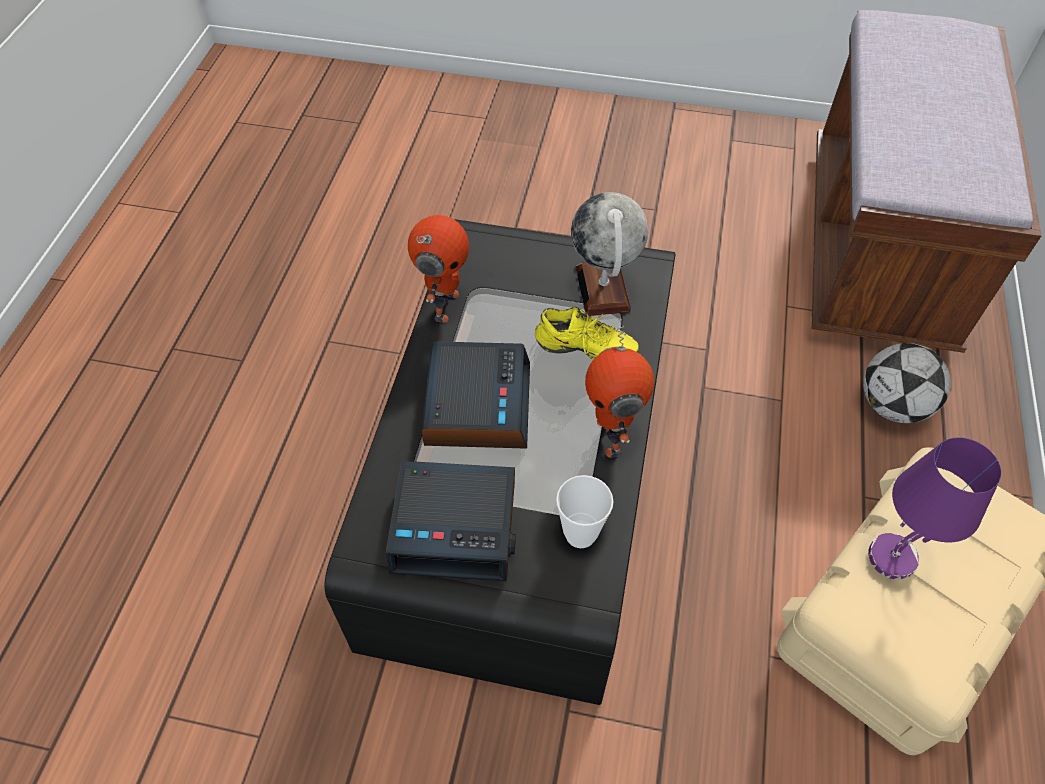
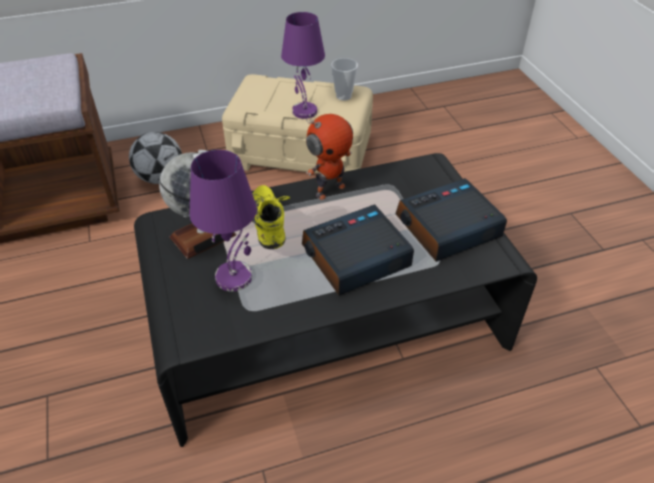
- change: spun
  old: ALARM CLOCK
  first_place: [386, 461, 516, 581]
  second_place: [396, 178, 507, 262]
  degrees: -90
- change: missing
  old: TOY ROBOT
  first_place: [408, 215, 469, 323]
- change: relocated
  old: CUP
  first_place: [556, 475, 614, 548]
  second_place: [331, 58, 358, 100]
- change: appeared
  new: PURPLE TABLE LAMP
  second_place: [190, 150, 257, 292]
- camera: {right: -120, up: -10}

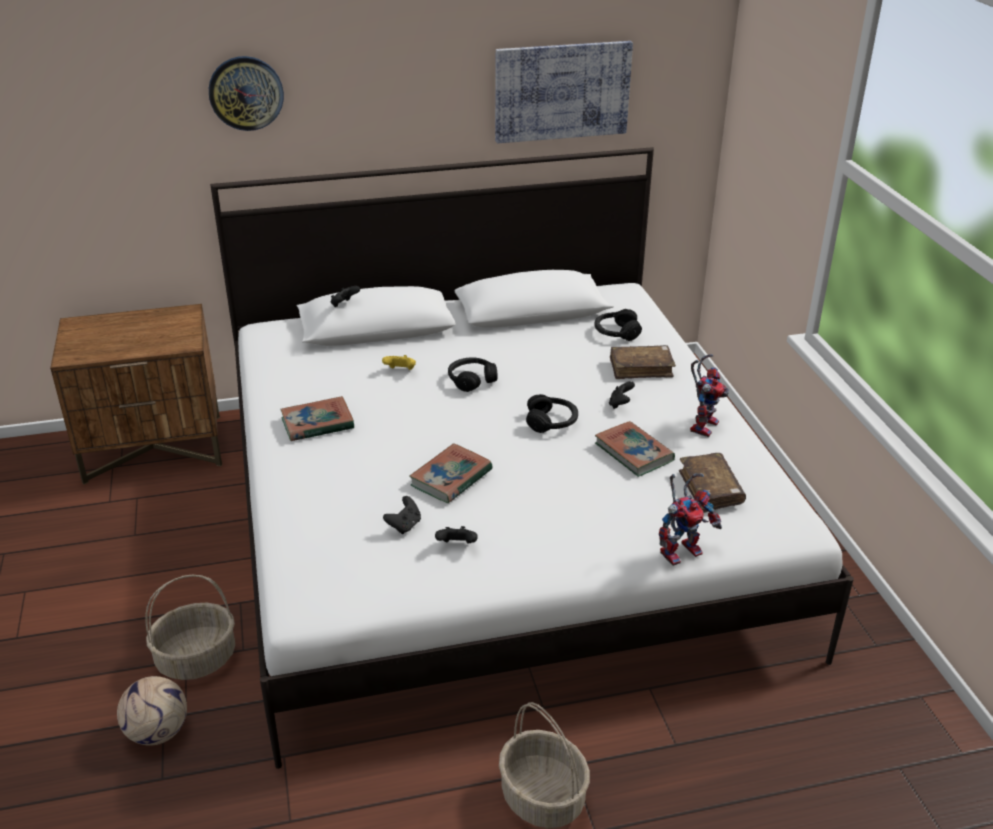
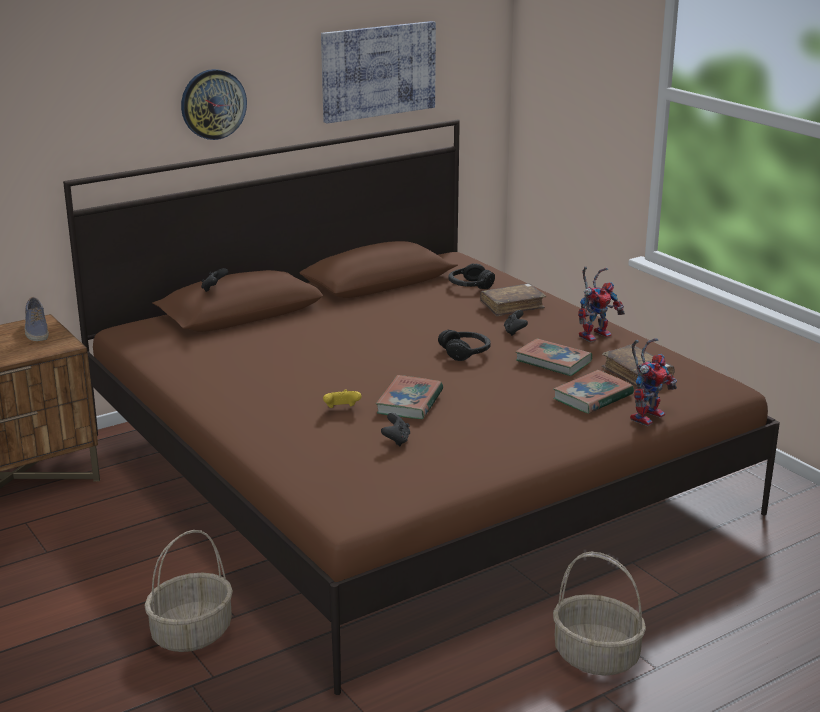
- change: missing
  old: FOOTBALL
  first_place: [117, 676, 187, 746]
- change: relocated
  old: WALL CLOCK
  first_place: [209, 56, 284, 131]
  second_place: [181, 69, 247, 140]
- change: colour
  old: WHITE BED
  new: BROWN BED
  first_place: [210, 147, 854, 769]
  second_place: [63, 119, 780, 695]
- change: relocated
  old: BOOK
  first_place: [280, 396, 354, 441]
  second_place: [553, 370, 634, 414]
- change: relocated
  old: YELLOW GAME CONTROLLER
  first_place: [382, 355, 416, 370]
  second_place: [323, 390, 361, 408]
- change: missing
  old: BLACK GAME CONTROLLER
  first_place: [435, 526, 478, 544]
- change: missing
  old: BLACK HEADPHONES
  first_place: [448, 357, 498, 392]
- change: spun
  old: TOY ROBOT
  first_place: [690, 354, 729, 437]
  second_place: [578, 267, 625, 342]
  degrees: 45
- change: appeared
  new: SHOE
  second_place: [25, 297, 49, 341]
- camera: {right: -20, up: -10}

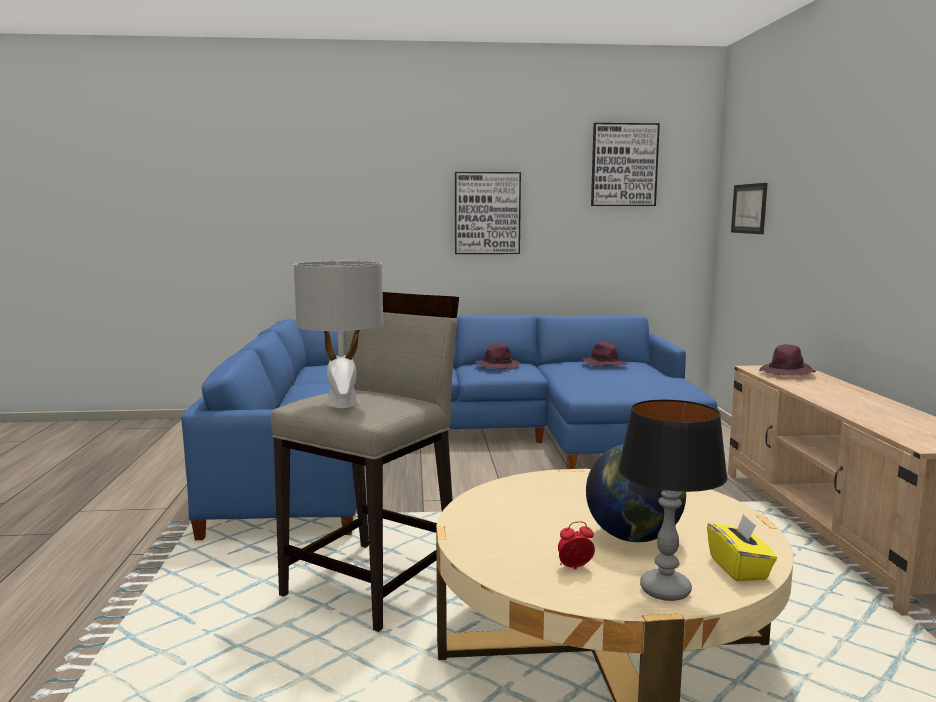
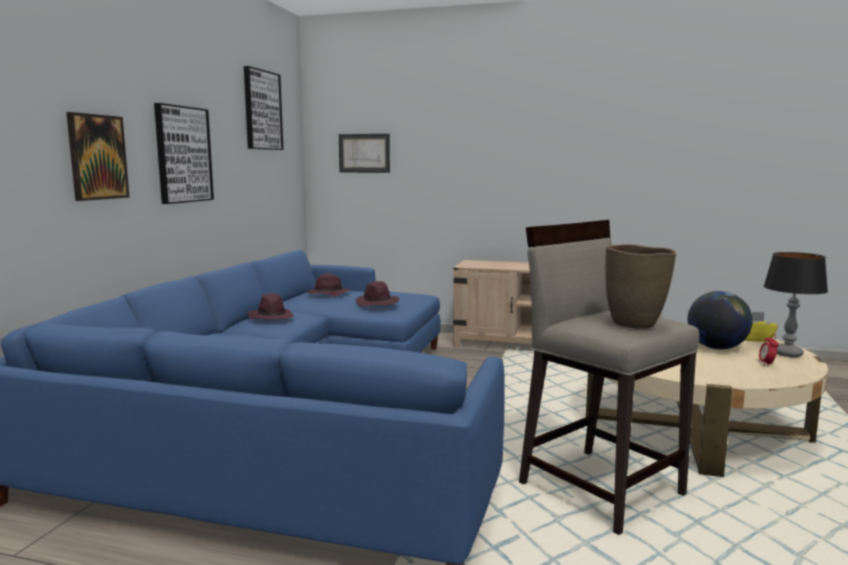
- change: exchanged
  old: GREY TABLE LAMP
  new: BROWN VASE
  first_place: [294, 261, 383, 408]
  second_place: [605, 244, 676, 329]
- change: relocated
  old: PURPLE HAT
  first_place: [759, 344, 816, 376]
  second_place: [355, 281, 399, 307]
- change: appeared
  new: PICTURE
  second_place: [66, 112, 129, 201]
- camera: {right: -70, up: 0}

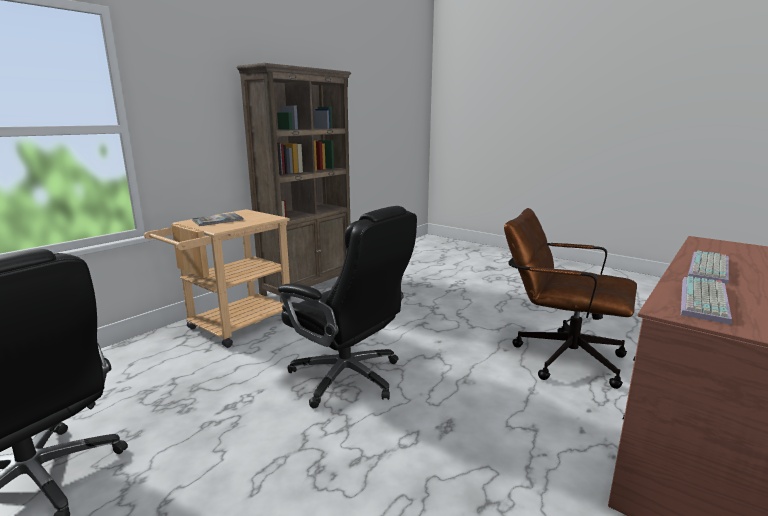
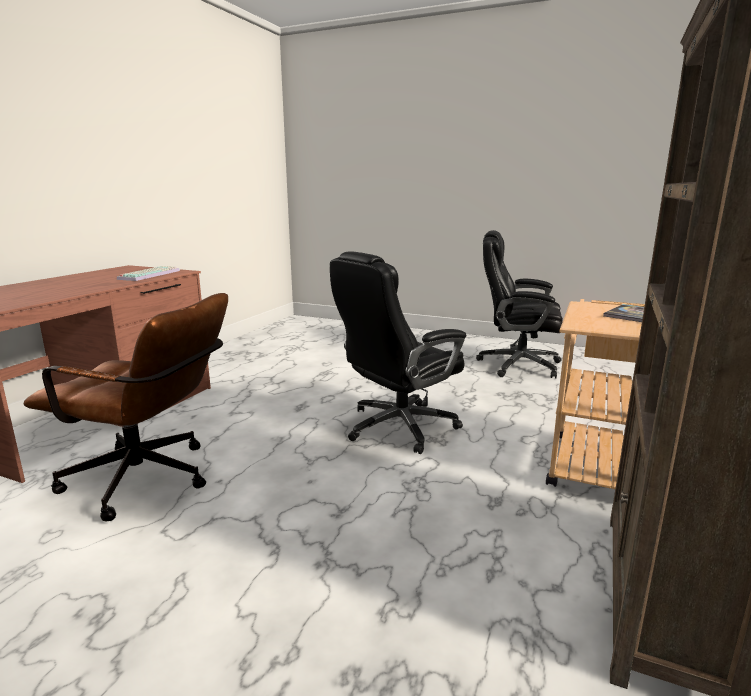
- change: spun
  old: BLACK OFFICE CHAIR
  first_place: [278, 206, 417, 408]
  second_place: [330, 251, 466, 454]
  degrees: -60
- change: missing
  old: KEYBOARD
  first_place: [687, 251, 729, 285]
- camera: {right: 165, up: 0}

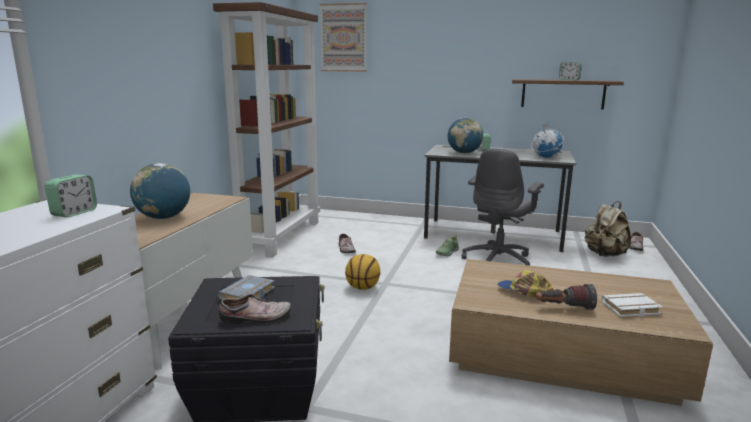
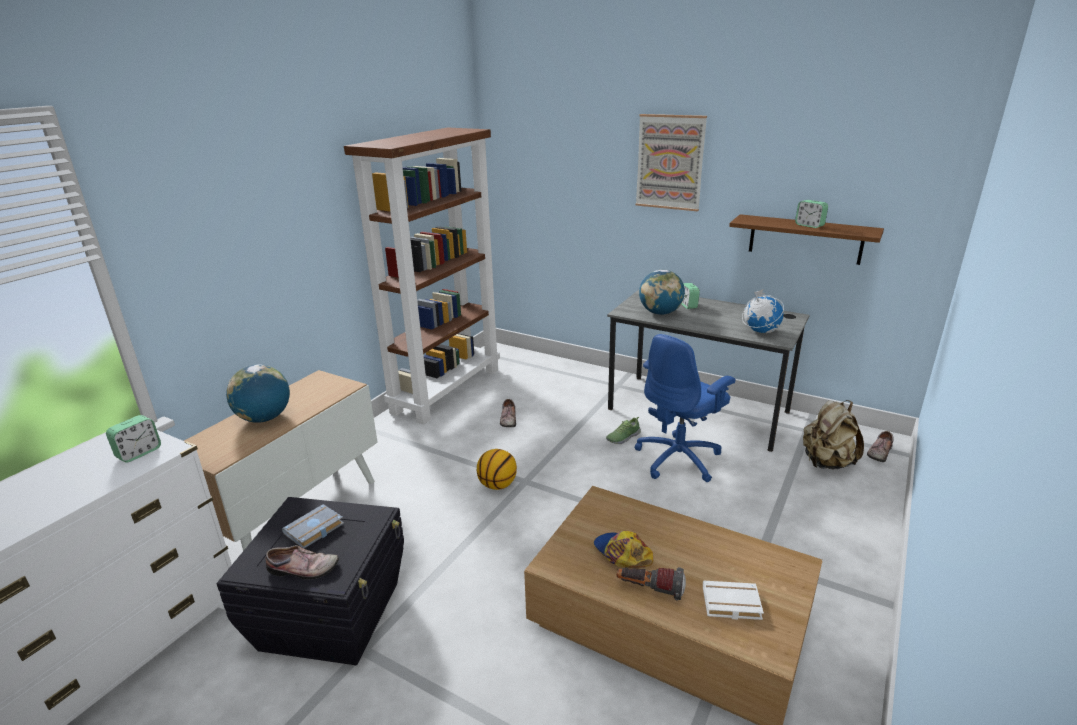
- change: relocated
  old: PICTURE
  first_place: [320, 3, 367, 72]
  second_place: [636, 114, 707, 211]
- change: colour
  old: GREY OFFICE CHAIR
  new: BLUE OFFICE CHAIR
  first_place: [462, 148, 544, 266]
  second_place: [635, 334, 735, 482]
- camera: {right: 15, up: 10}

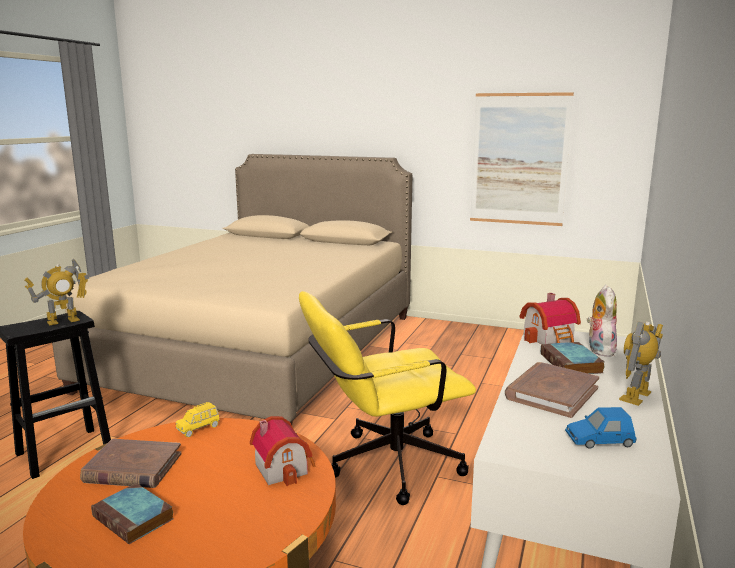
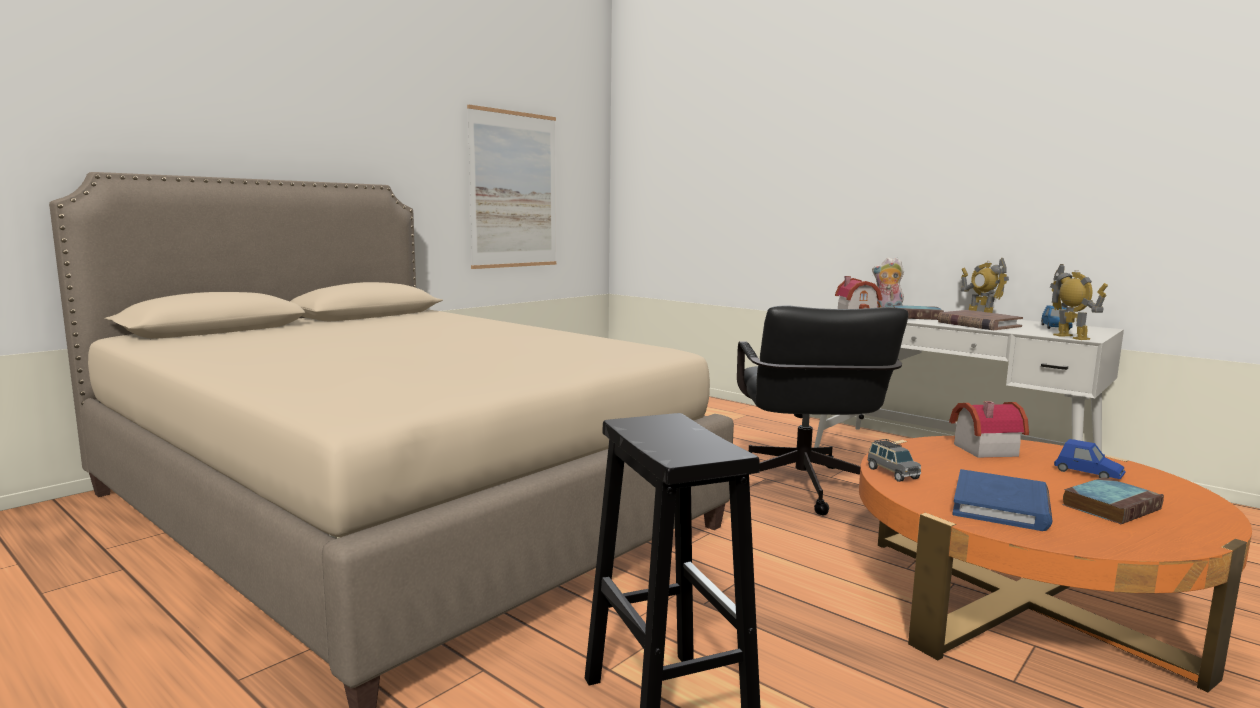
- change: relocated
  old: TOY ROBOT
  first_place: [25, 258, 89, 325]
  second_place: [1050, 264, 1108, 340]
- change: colour
  old: BROWN BOOK
  new: BLUE BOOK
  first_place: [80, 439, 181, 488]
  second_place: [952, 469, 1052, 531]
- change: colour
  old: YELLOW TOY CAR
  new: GREY TOY CAR
  first_place: [176, 402, 220, 437]
  second_place: [867, 439, 921, 482]
- change: colour
  old: YELLOW OFFICE CHAIR
  new: BLACK OFFICE CHAIR
  first_place: [299, 291, 476, 505]
  second_place: [737, 305, 908, 515]
- change: appeared
  new: BLUE TOY CAR
  second_place: [1054, 439, 1126, 479]
- camera: {right: -70, up: -5}

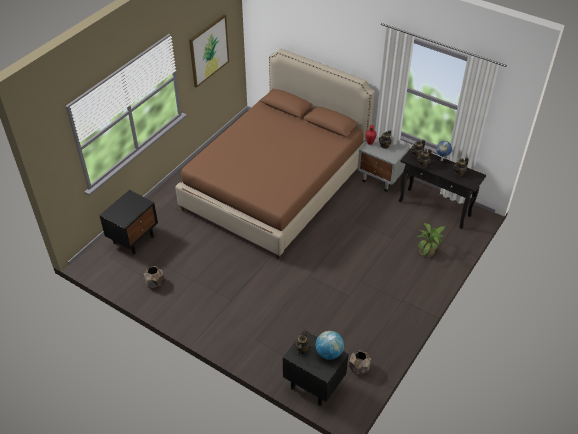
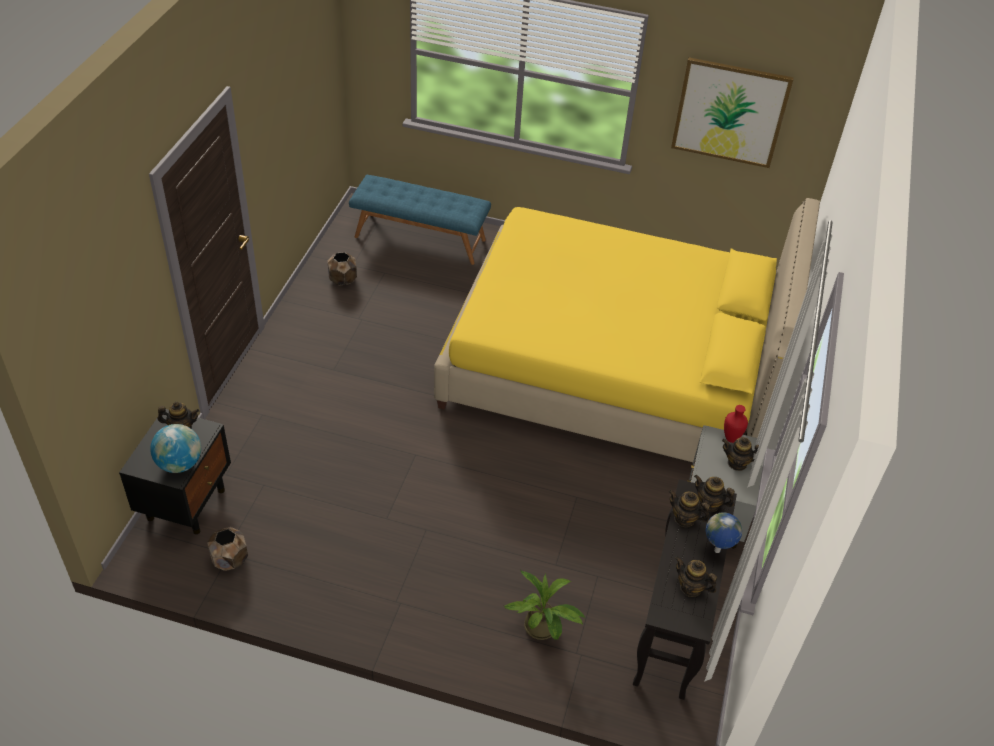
- change: exchanged
  old: BLACK NIGHTSTAND
  new: BLUE BENCH
  first_place: [99, 190, 158, 255]
  second_place: [349, 175, 491, 265]
- change: colour
  old: BROWN BED
  new: YELLOW BED
  first_place: [175, 49, 375, 260]
  second_place: [434, 198, 820, 462]
- camera: {right: 70, up: 0}

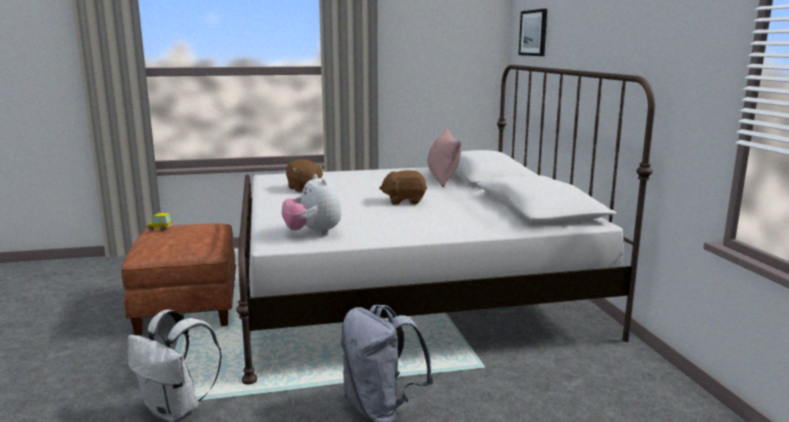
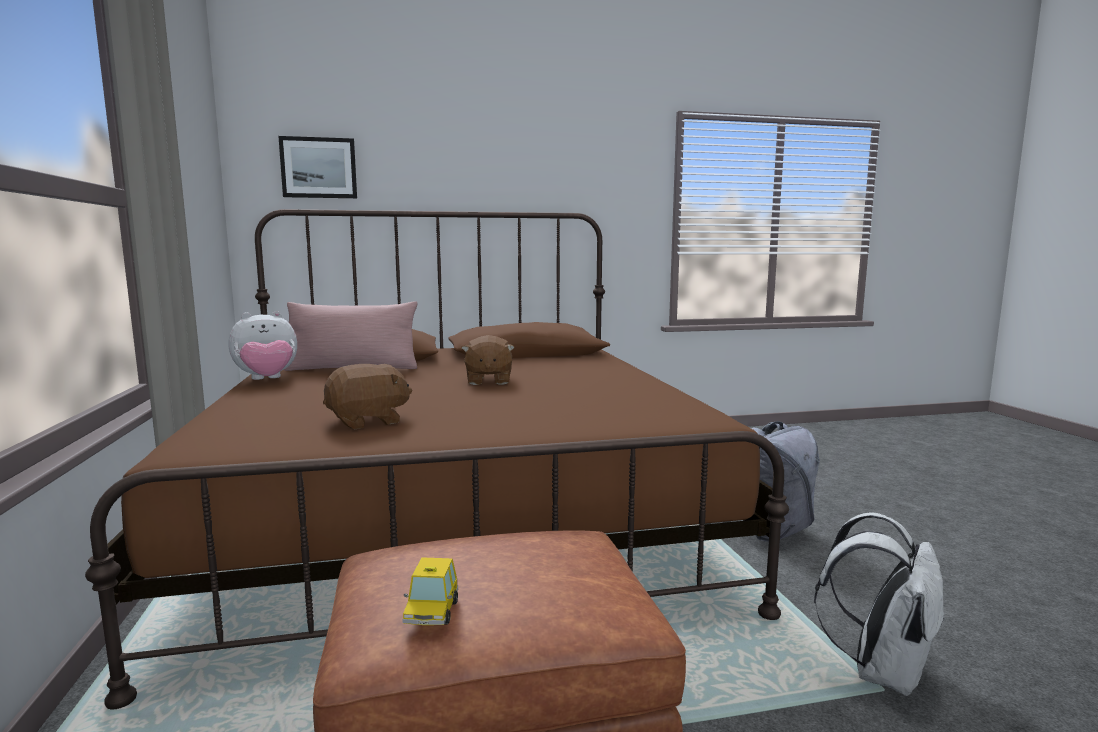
- change: colour
  old: WHITE BED
  new: BROWN BED
  first_place: [236, 65, 655, 385]
  second_place: [85, 209, 789, 709]
- change: relocated
  old: PLUSH TOY
  first_place: [282, 174, 341, 235]
  second_place: [228, 311, 297, 380]
- camera: {right: -90, up: -5}

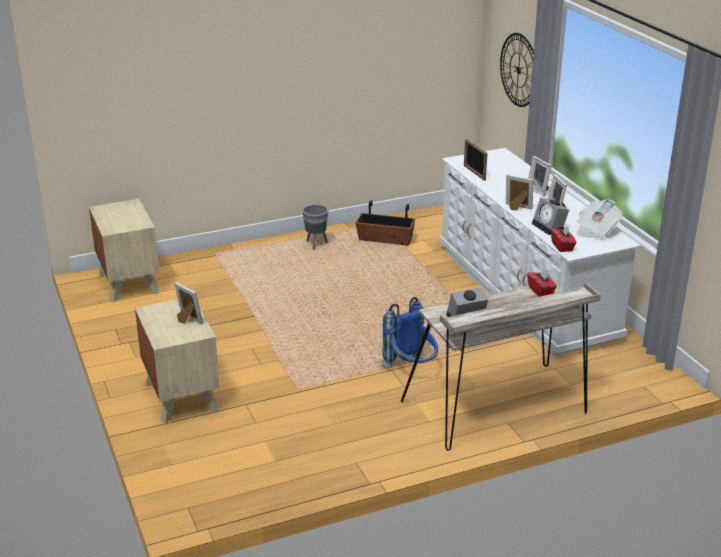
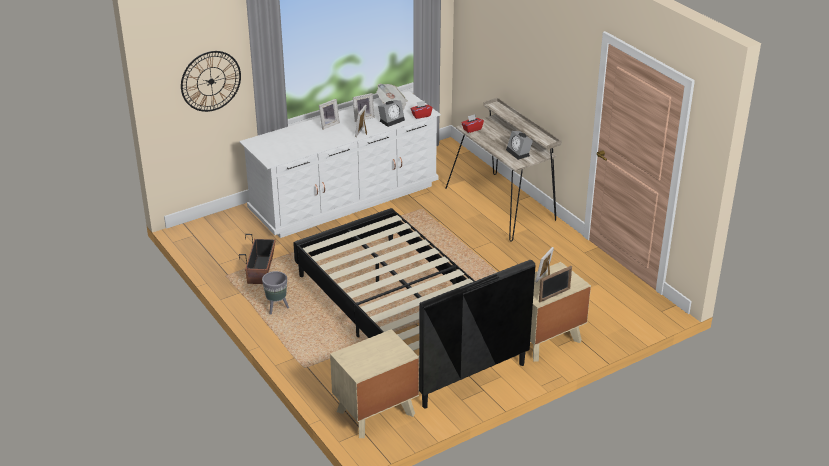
- change: missing
  old: BLUE BACKPACK
  first_place: [380, 297, 438, 368]
- change: relocated
  old: PICTURE FRAME
  first_place: [464, 139, 487, 181]
  second_place: [539, 266, 572, 302]
- change: appeared
  new: BLACK BED
  second_place: [293, 208, 535, 409]
- camera: {right: -100, up: 5}

